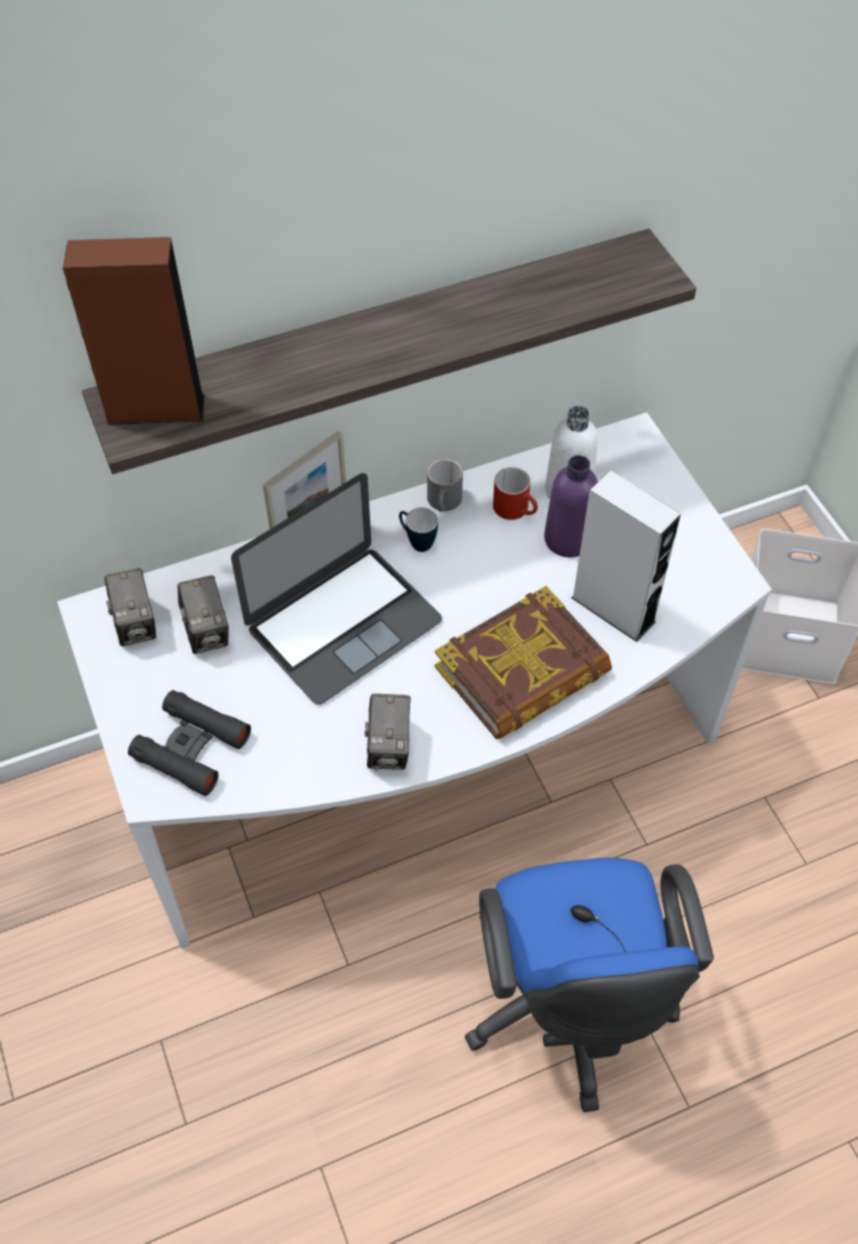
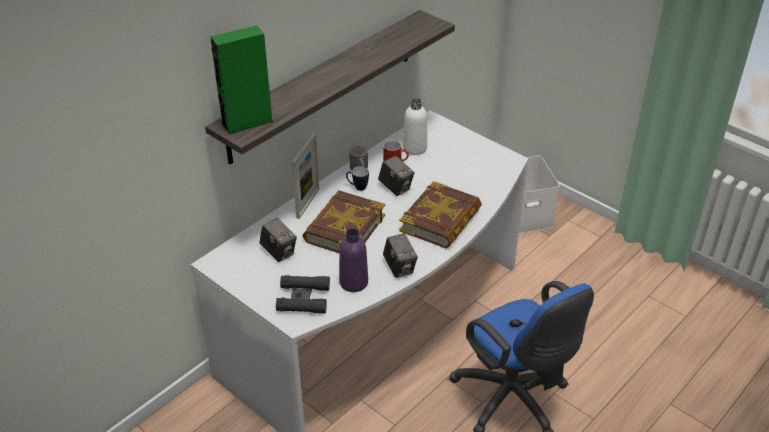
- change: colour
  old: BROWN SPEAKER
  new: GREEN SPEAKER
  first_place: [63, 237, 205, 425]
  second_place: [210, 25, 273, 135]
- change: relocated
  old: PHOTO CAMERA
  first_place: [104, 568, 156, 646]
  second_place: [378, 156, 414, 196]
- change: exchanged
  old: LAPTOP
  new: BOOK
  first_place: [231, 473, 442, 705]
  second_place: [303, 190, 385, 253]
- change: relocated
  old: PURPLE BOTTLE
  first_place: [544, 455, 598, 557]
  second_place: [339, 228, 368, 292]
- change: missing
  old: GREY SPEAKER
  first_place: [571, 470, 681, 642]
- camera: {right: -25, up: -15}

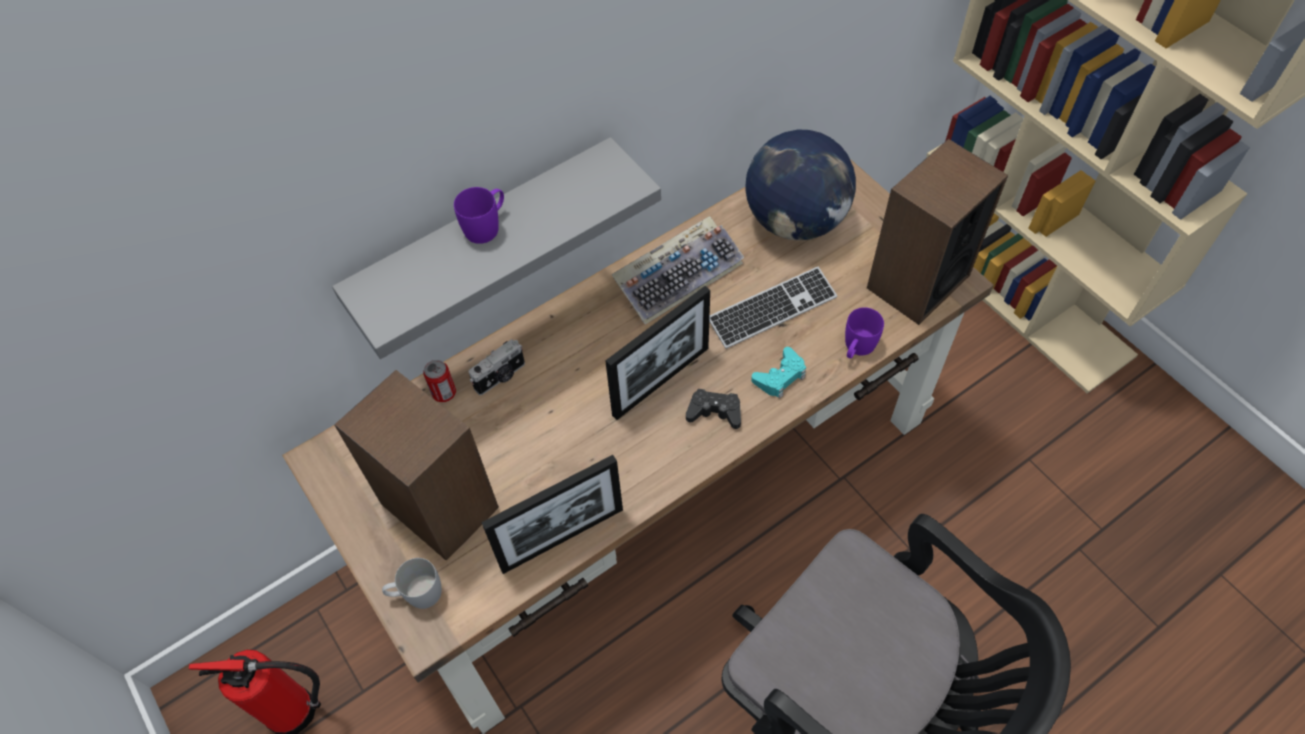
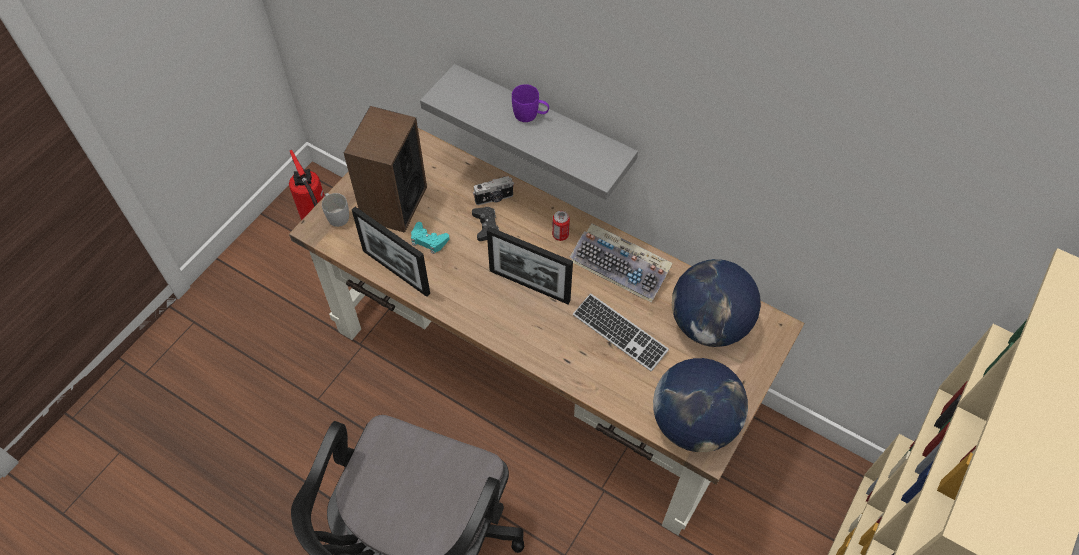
- change: relocated
  old: CAN
  first_place: [423, 360, 456, 402]
  second_place: [552, 211, 570, 241]
- change: spun
  old: PHOTO CAMERA
  first_place: [468, 339, 525, 395]
  second_place: [473, 176, 514, 205]
  degrees: -45
- change: relocated
  old: BLACK GAME CONTROLLER
  first_place: [686, 389, 741, 429]
  second_place: [472, 207, 499, 241]
- change: relocated
  old: TURQUOISE GAME CONTROLLER
  first_place: [751, 347, 806, 398]
  second_place: [411, 222, 450, 254]
- change: missing
  old: PURPLE MUG
  first_place: [845, 307, 884, 358]
- change: exchanged
  old: SPEAKER
  new: GLOBE
  first_place: [867, 139, 1008, 325]
  second_place: [653, 358, 748, 452]
- camera: {right: 65, up: 0}

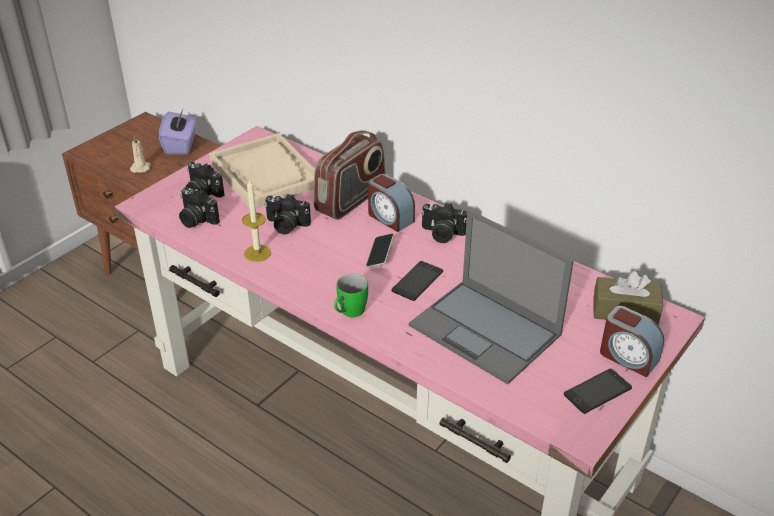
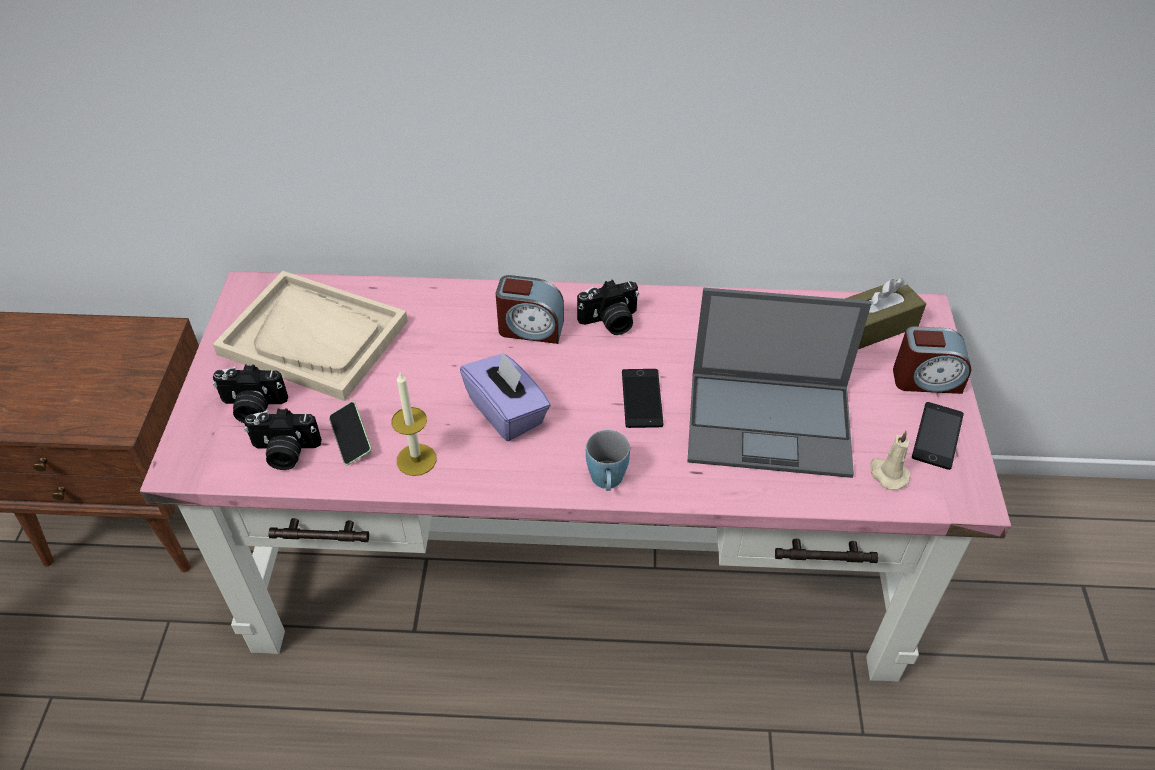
- change: relocated
  old: BEIGE CANDLE
  first_place: [130, 135, 151, 173]
  second_place: [870, 431, 911, 490]
- change: relocated
  old: PURPLE TISSUE BOX
  first_place: [159, 110, 197, 154]
  second_place: [460, 352, 551, 441]
- change: missing
  old: PHOTO CAMERA
  first_place: [264, 194, 311, 234]
- change: missing
  old: RADIO
  first_place: [313, 130, 386, 220]
- change: colour
  old: GREEN MUG
  new: BLUE MUG
  first_place: [334, 274, 368, 317]
  second_place: [586, 430, 630, 491]
- change: relocated
  old: PHONE
  first_place: [366, 233, 394, 267]
  second_place: [329, 402, 371, 465]
- camera: {right: -35, up: 10}

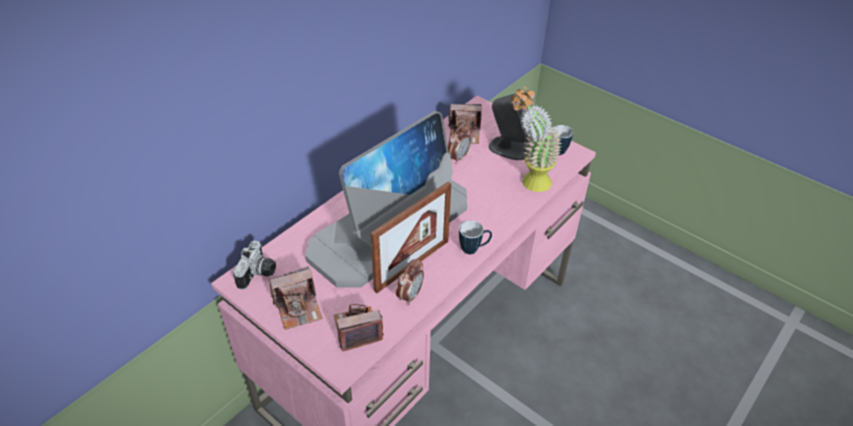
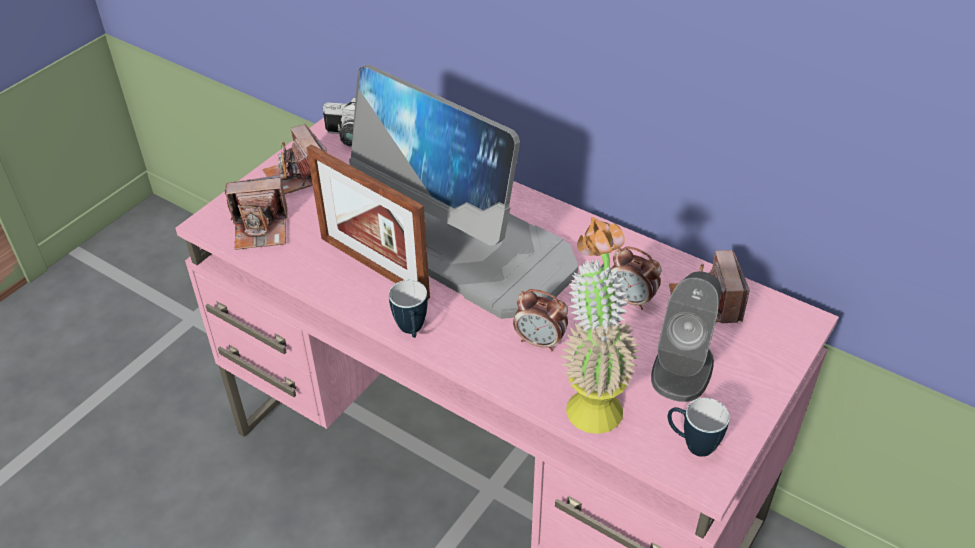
- change: spun
  old: PHOTO CAMERA
  first_place: [334, 304, 384, 352]
  second_place: [225, 175, 287, 250]
  degrees: 105
- change: relocated
  old: ALARM CLOCK
  first_place: [396, 258, 424, 305]
  second_place: [513, 289, 568, 351]
- camera: {right: 85, up: 0}

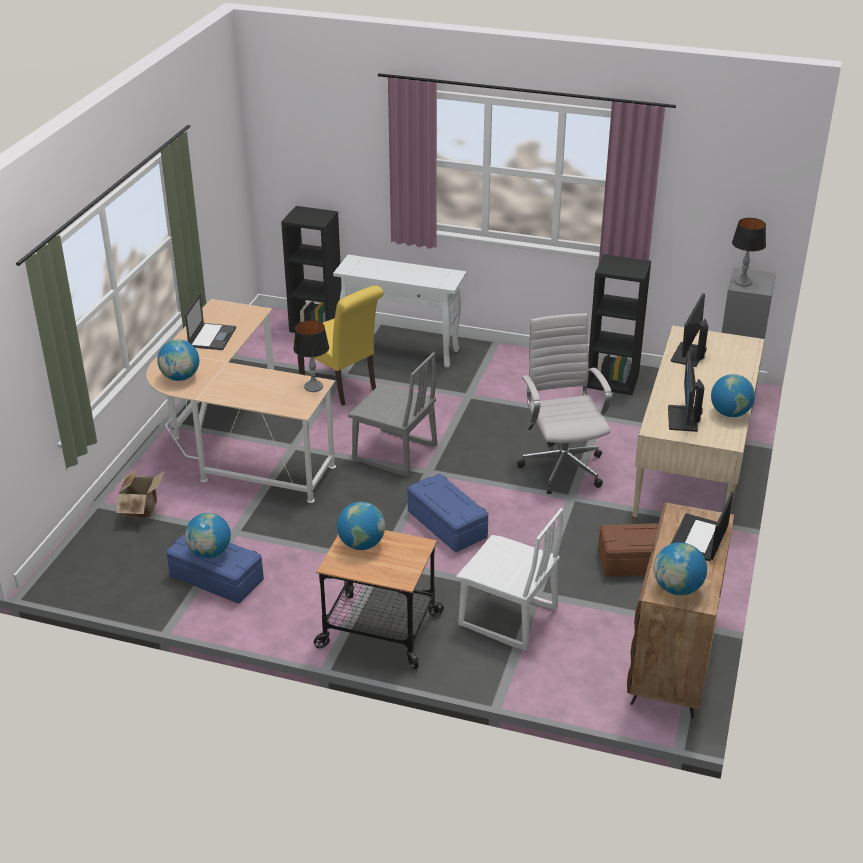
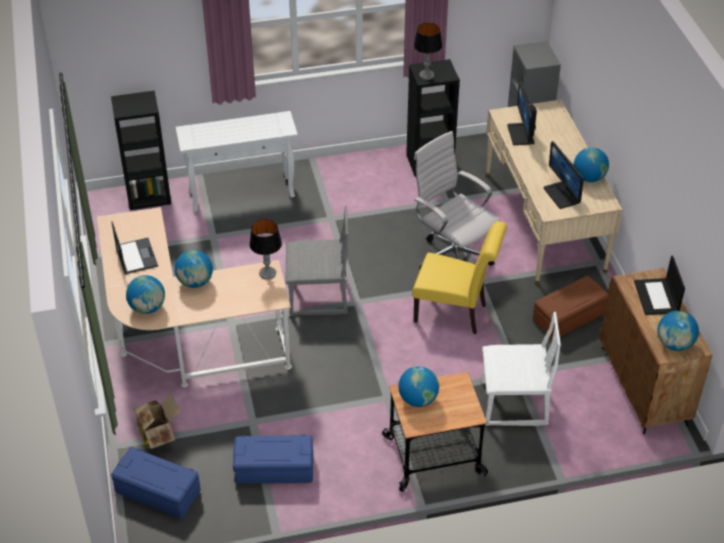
- change: relocated
  old: GLOBE
  first_place: [185, 513, 231, 558]
  second_place: [175, 250, 213, 288]
- change: relocated
  old: YELLOW CHAIR
  first_place: [293, 286, 384, 406]
  second_place: [412, 221, 507, 334]
- change: relocated
  old: BLUE STORAGE BOX
  first_place: [407, 473, 488, 552]
  second_place: [111, 447, 201, 518]
- change: relocated
  old: TABLE LAMP
  first_place: [732, 218, 766, 287]
  second_place: [414, 23, 442, 80]
- camera: {right: -30, up: 10}

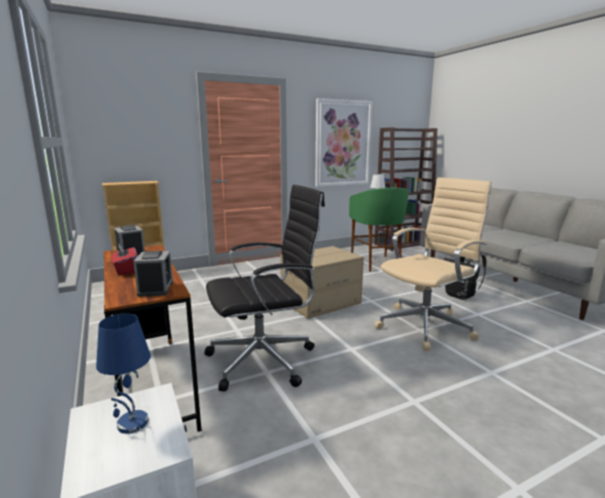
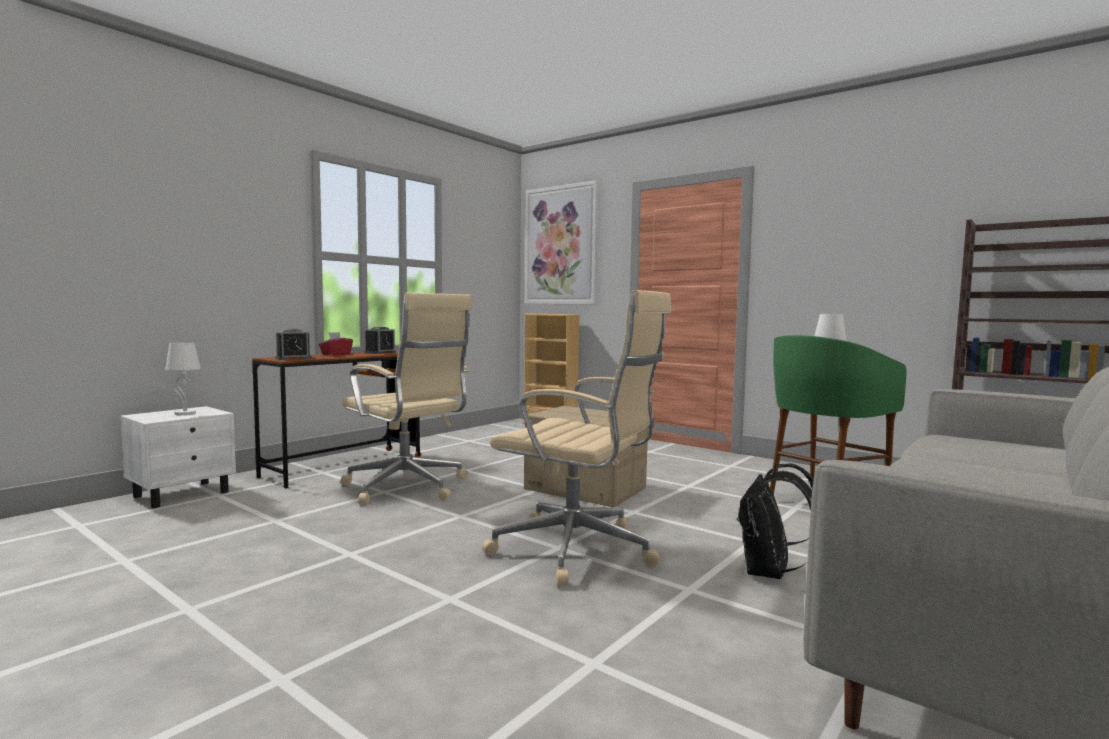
- change: colour
  old: BLUE TABLE LAMP
  new: WHITE TABLE LAMP
  first_place: [96, 314, 151, 434]
  second_place: [165, 342, 201, 415]
- change: colour
  old: BLACK OFFICE CHAIR
  new: BEIGE OFFICE CHAIR
  first_place: [204, 185, 325, 392]
  second_place: [340, 293, 472, 505]
- change: relocated
  old: PICTURE
  first_place: [315, 98, 372, 187]
  second_place: [525, 180, 599, 304]
- camera: {right: 65, up: -10}

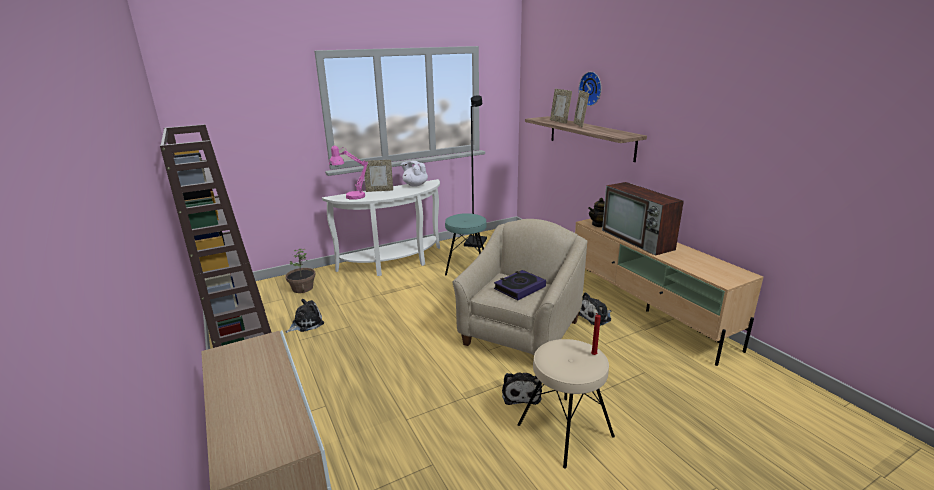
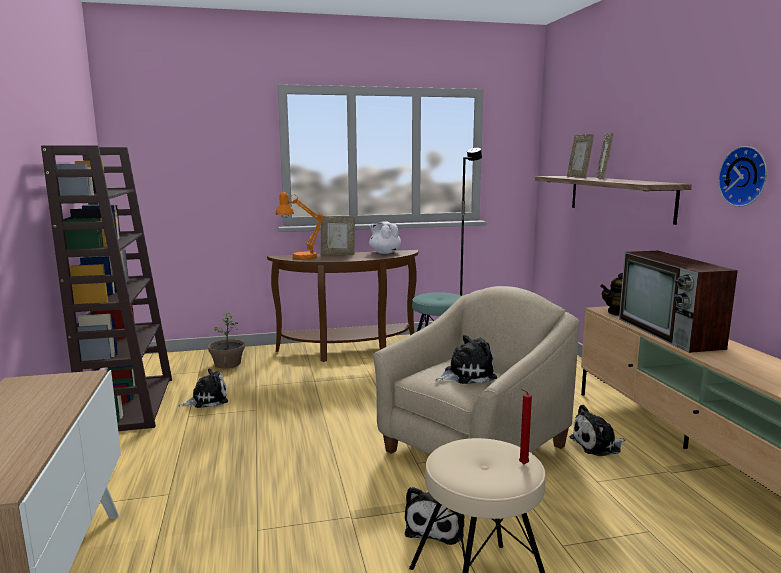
- change: colour
  old: WHITE CONSOLE TABLE
  new: BROWN CONSOLE TABLE
  first_place: [322, 179, 440, 276]
  second_place: [267, 250, 418, 362]
- change: colour
  old: PINK TABLE LAMP
  new: ORANGE TABLE LAMP
  first_place: [329, 146, 368, 200]
  second_place: [275, 192, 323, 260]
- change: exchanged
  old: BOOK
  new: PLUSH TOY
  first_place: [494, 270, 546, 300]
  second_place: [435, 335, 497, 384]
- change: relocated
  old: WALL CLOCK
  first_place: [579, 72, 601, 106]
  second_place: [718, 146, 767, 207]
- camera: {right: 15, up: -10}

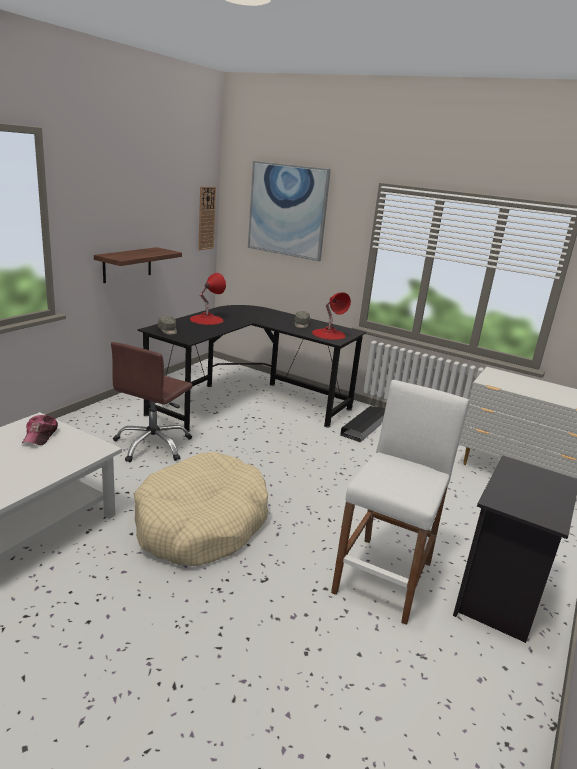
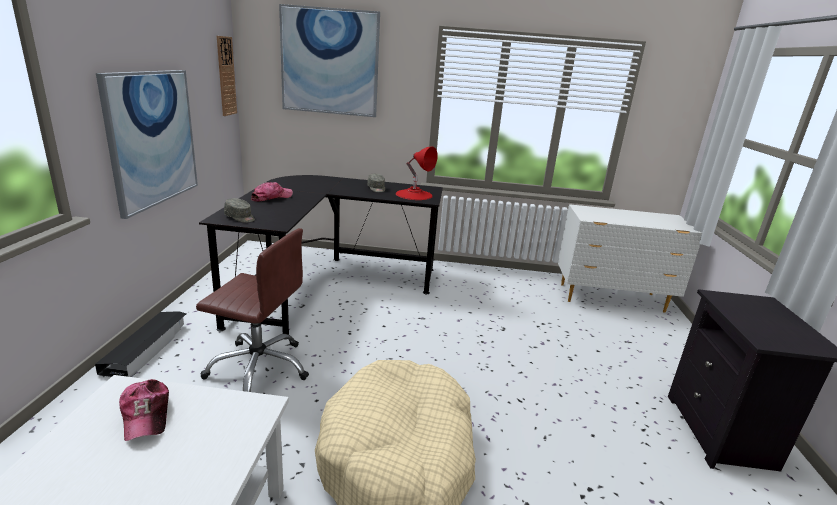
- change: exchanged
  old: SHELF
  new: PICTURE
  first_place: [94, 247, 182, 283]
  second_place: [96, 70, 198, 219]
- change: spun
  old: BROWN OFFICE CHAIR
  first_place: [111, 342, 193, 462]
  second_place: [196, 228, 309, 392]
  degrees: -75
- change: exchanged
  old: RED TABLE LAMP
  new: CAP
  first_place: [190, 273, 226, 325]
  second_place: [251, 182, 293, 202]
- change: missing
  old: WHITE STOOL
  first_place: [331, 380, 470, 625]
- change: relocated
  old: BLACK STORAGE BOX
  first_place: [340, 406, 385, 443]
  second_place: [95, 311, 187, 377]
- camera: {right: -25, up: 0}

